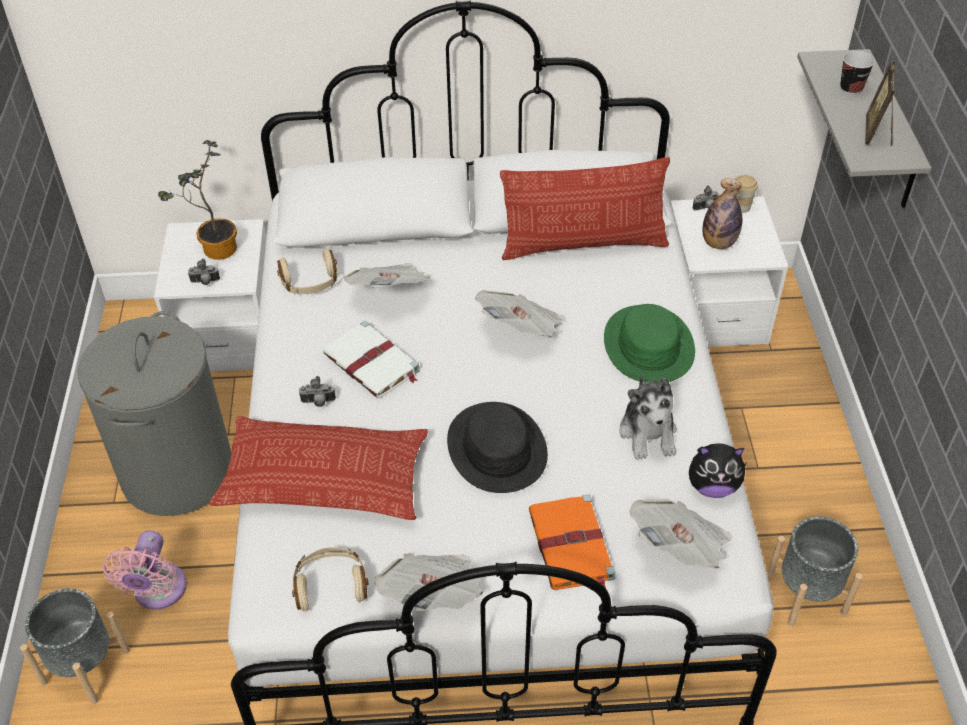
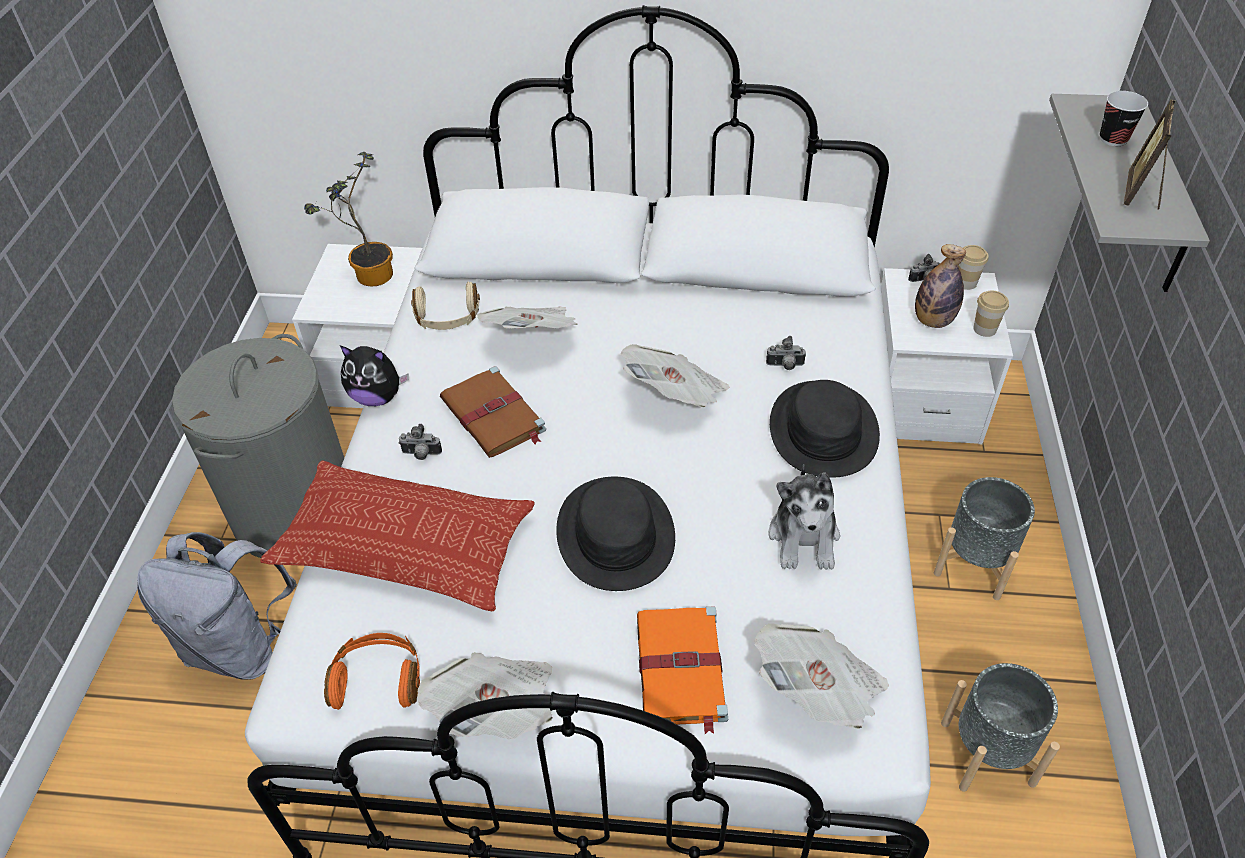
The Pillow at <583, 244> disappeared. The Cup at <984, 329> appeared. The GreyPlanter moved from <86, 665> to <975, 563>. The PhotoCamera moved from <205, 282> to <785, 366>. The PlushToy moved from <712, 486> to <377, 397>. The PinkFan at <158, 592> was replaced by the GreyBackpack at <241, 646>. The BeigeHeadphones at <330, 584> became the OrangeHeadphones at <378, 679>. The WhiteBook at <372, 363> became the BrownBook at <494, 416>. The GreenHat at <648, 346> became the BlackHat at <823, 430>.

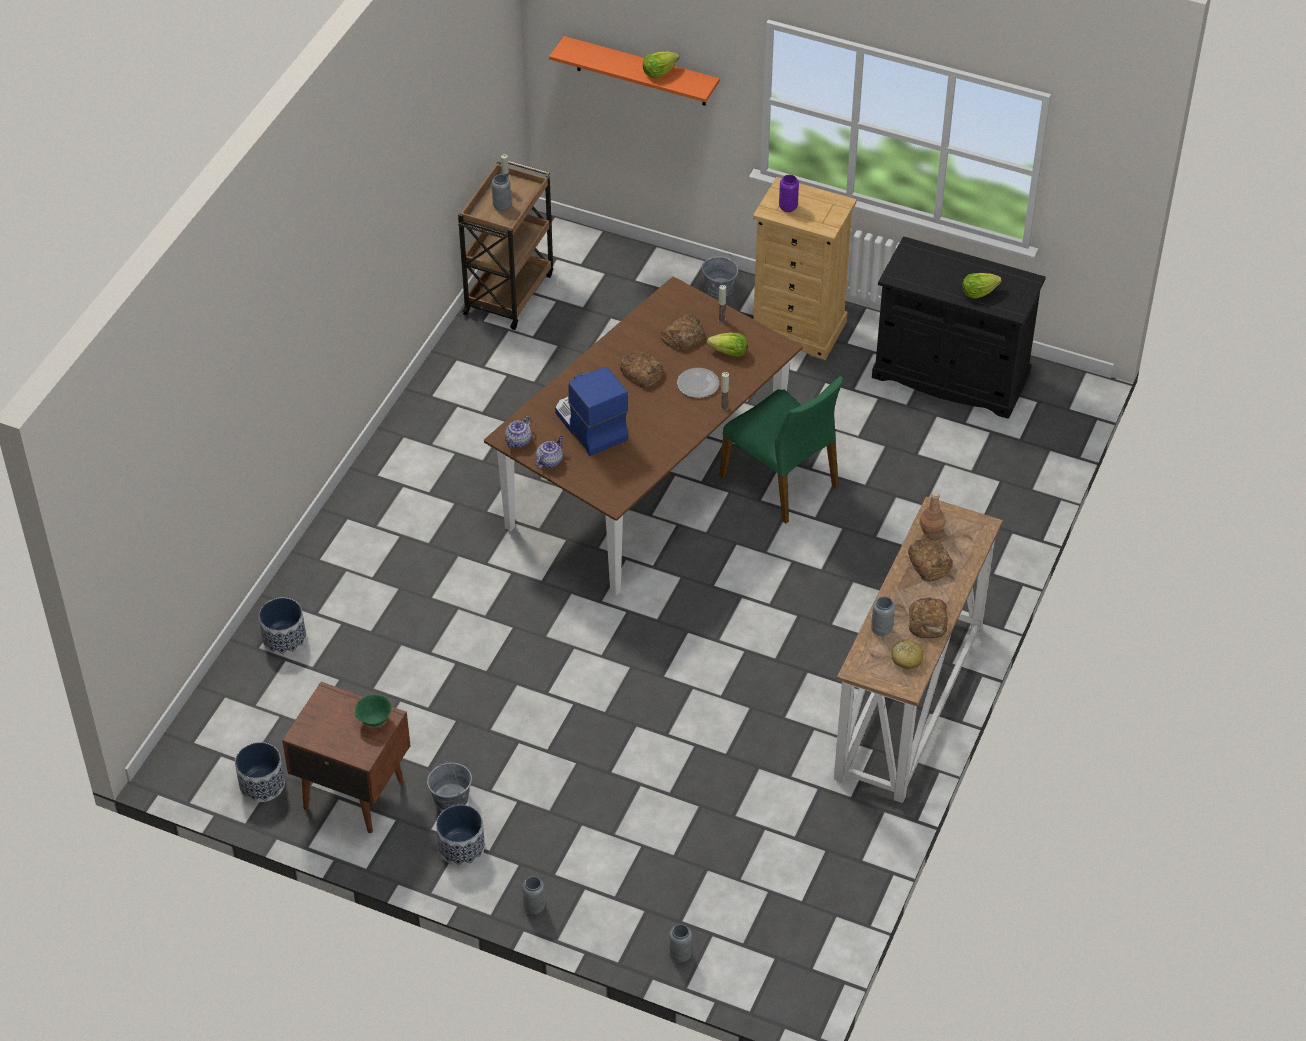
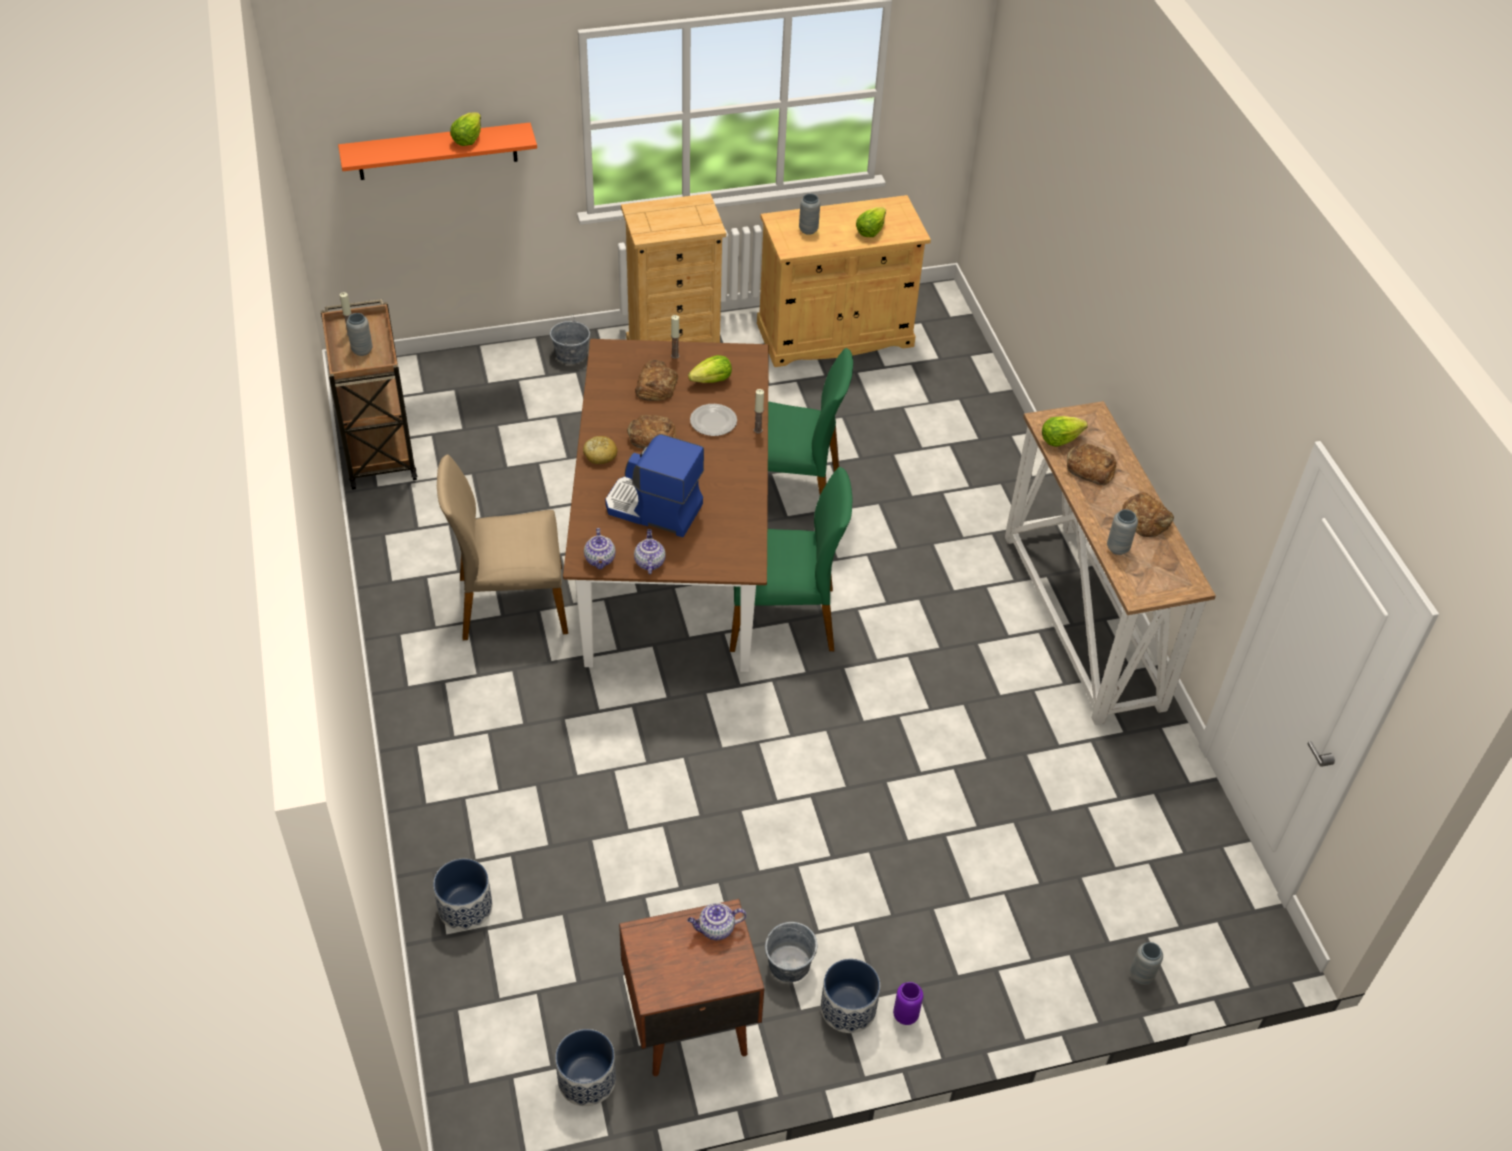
The BeigeChair at <511, 603> appeared. The GreenChair at <783, 617> appeared. The GreyVase moved from <534, 907> to <808, 230>. The PurpleVase moved from <788, 207> to <905, 1015>. The Bread moved from <906, 658> to <600, 455>. The GreenBowl at <374, 720> was replaced by the Teapot at <715, 929>. The BrownBottle at <931, 530> was replaced by the Lettuce at <1059, 439>. The BlackCabinet at <950, 376> became the BeigeCabinet at <835, 335>.

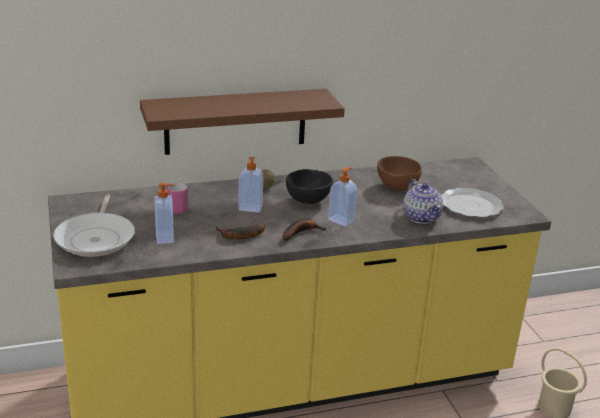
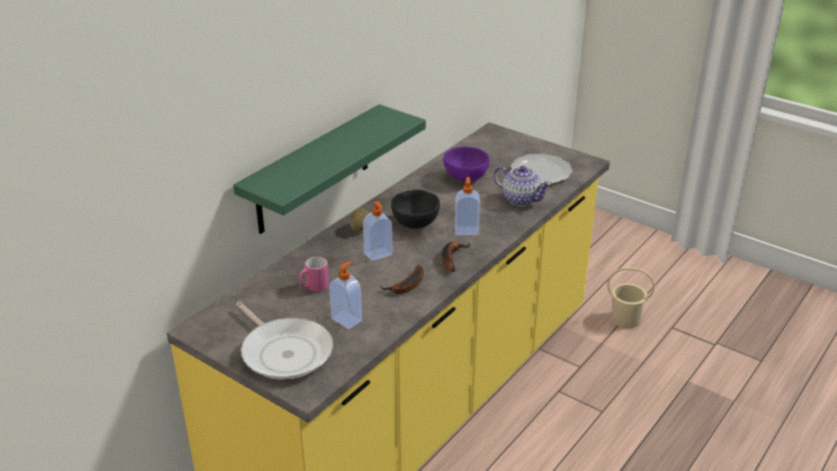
The BrownShelf at <235, 121> became the GreenShelf at <313, 170>. The BrownBowl at <396, 186> became the PurpleBowl at <465, 178>.

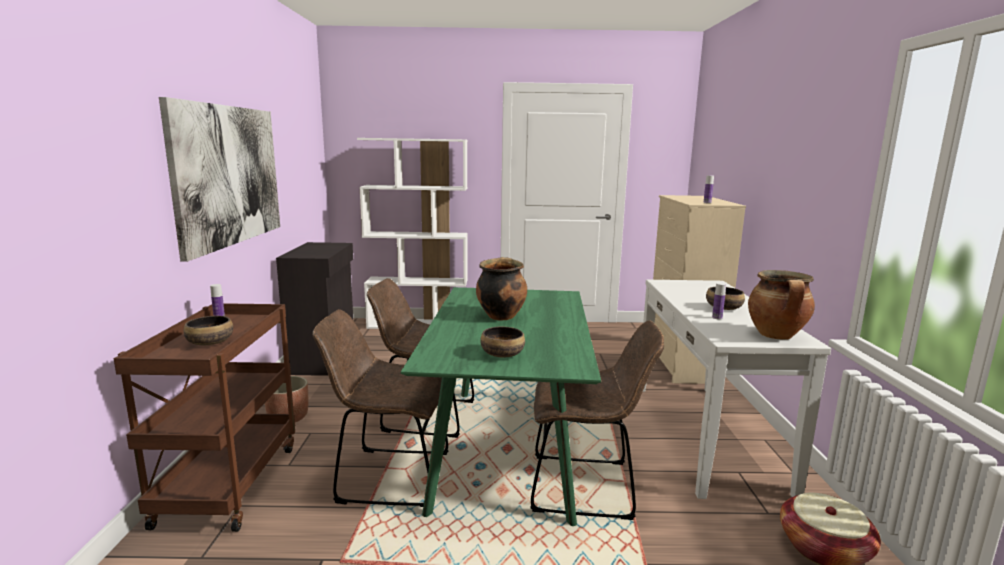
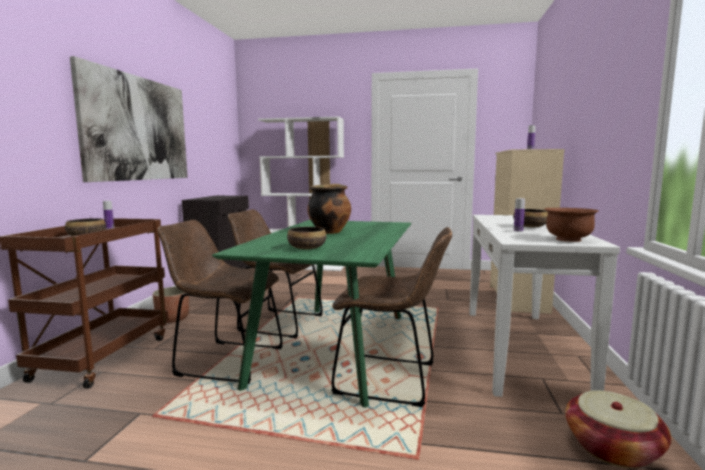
The CookingPot at <777, 336> was replaced by the BrownBowl at <568, 240>.

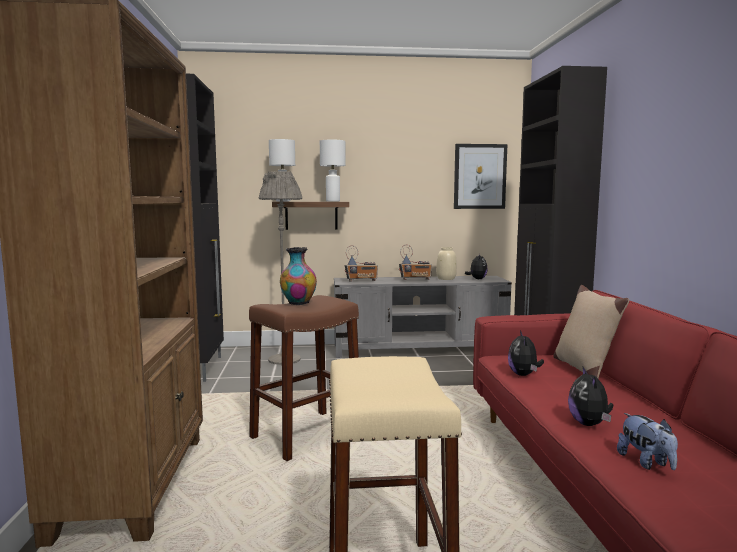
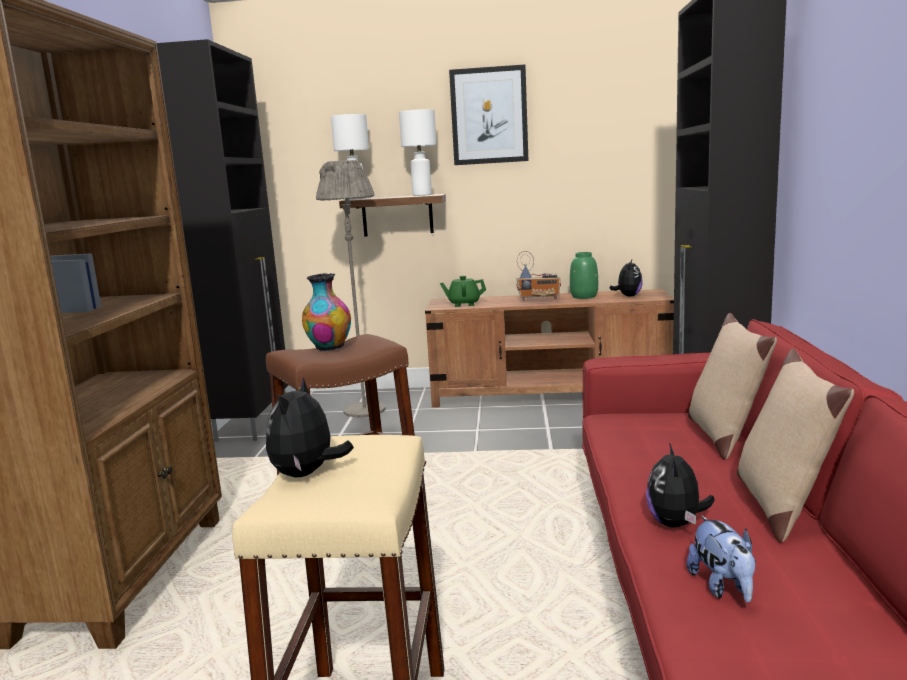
The BeigePillow at <781, 505> appeared. The Picture moved from <479, 176> to <489, 116>. The PlushToy moved from <524, 375> to <307, 474>. The Radio at <361, 281> was replaced by the GreenTeapot at <464, 304>. The GreyTvStand at <420, 349> became the BrownTvStand at <550, 394>. The BeigeVase at <446, 279> became the GreenVase at <584, 297>.

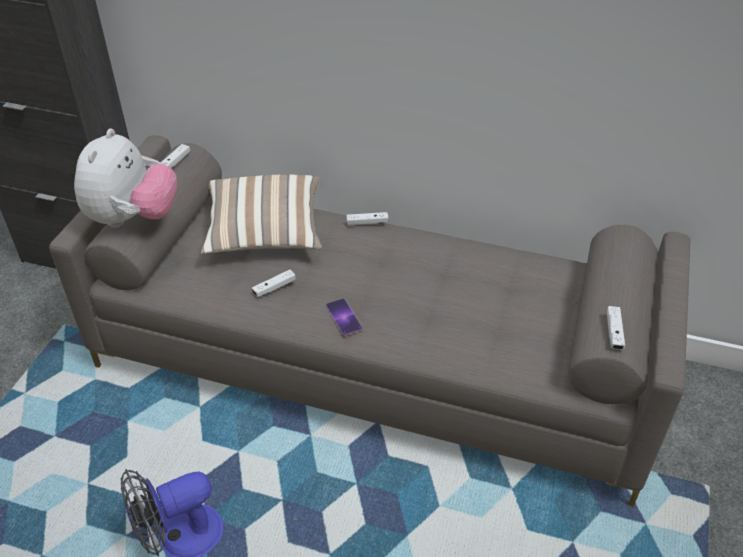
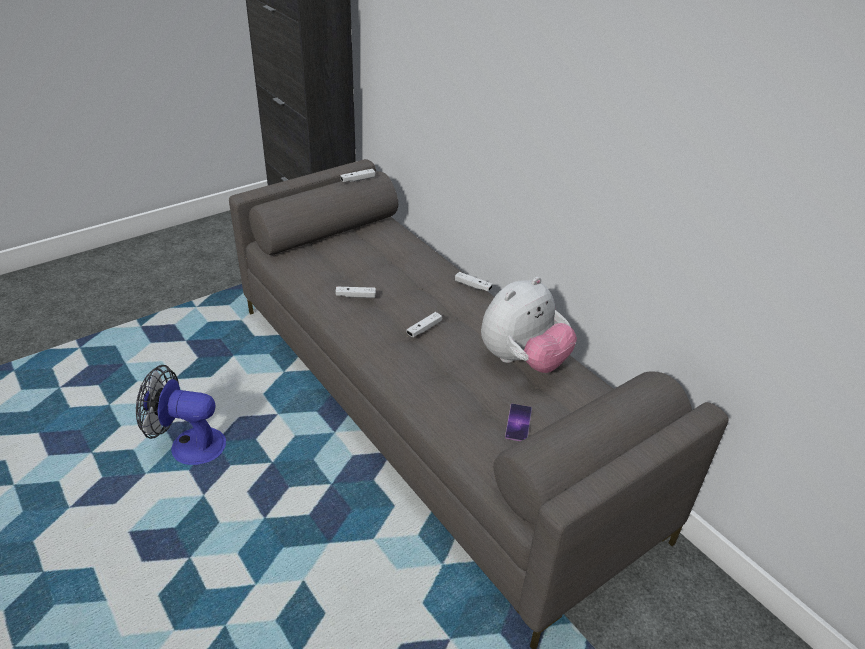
The Pillow at <265, 232> disappeared. The PlushToy moved from <133, 218> to <522, 360>. The Phone moved from <343, 317> to <518, 423>. The WhiteGameController moved from <614, 332> to <424, 329>.

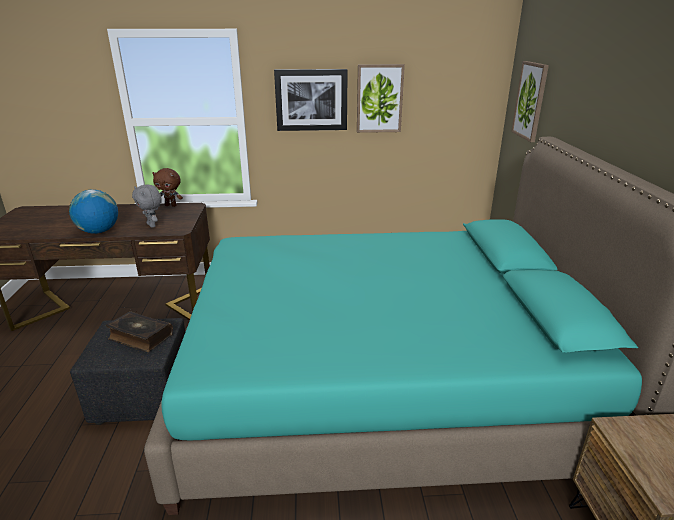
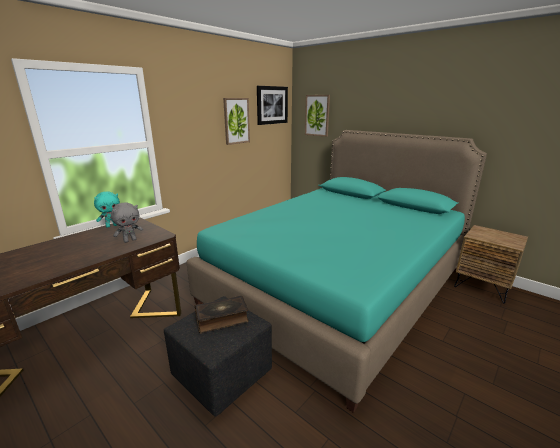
The Globe at <98, 231> disappeared. The Picture moved from <311, 100> to <272, 105>. The BrownPlushToy at <171, 205> became the TurquoisePlushToy at <112, 226>. The GreyPlushToy at <152, 225> turned 45 degrees counterclockwise.

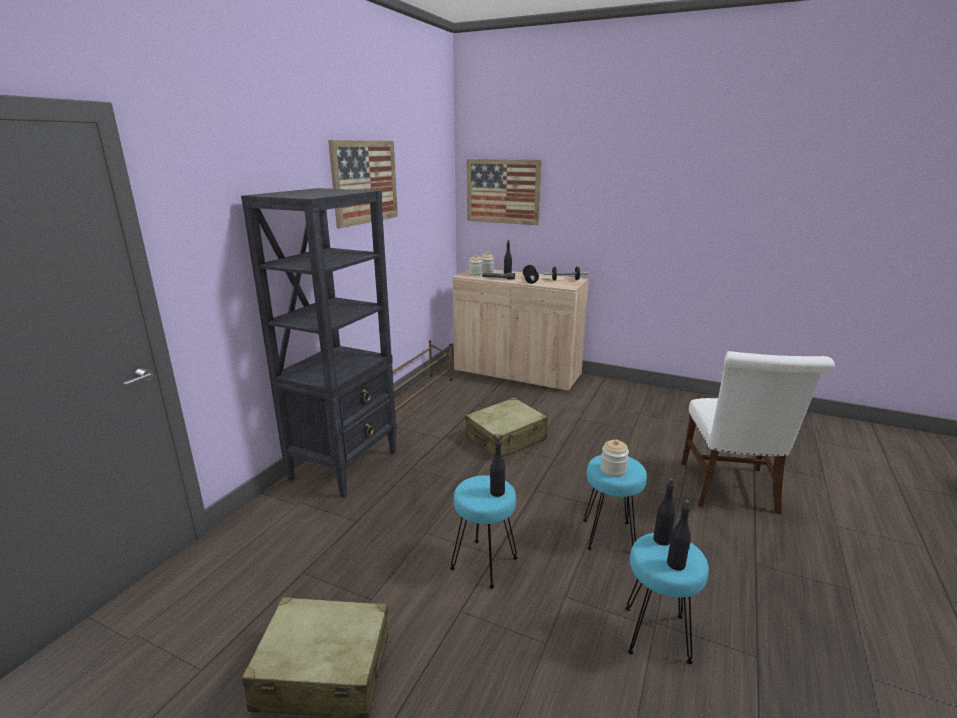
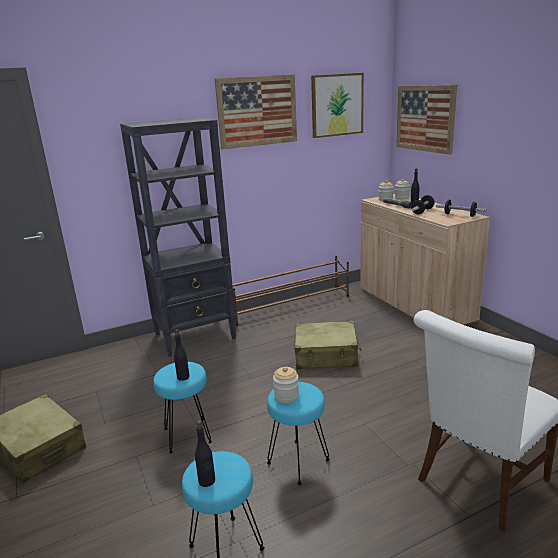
The BlackBottle at <662, 540> disappeared. The Picture at <337, 105> appeared.

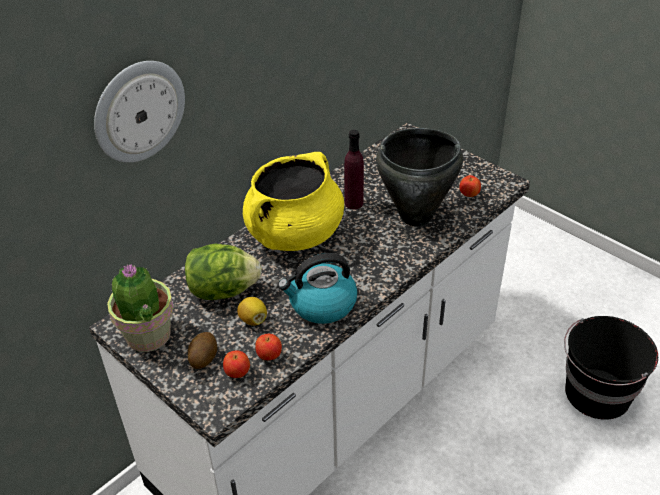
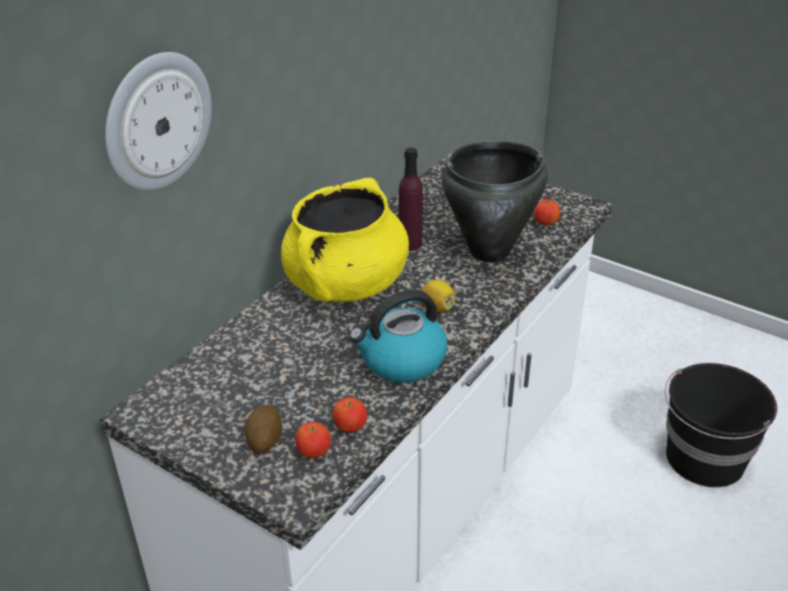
The PottedPlant at <148, 336> disappeared. The Lettuce at <223, 290> disappeared. The Lemon moved from <253, 319> to <437, 307>.

